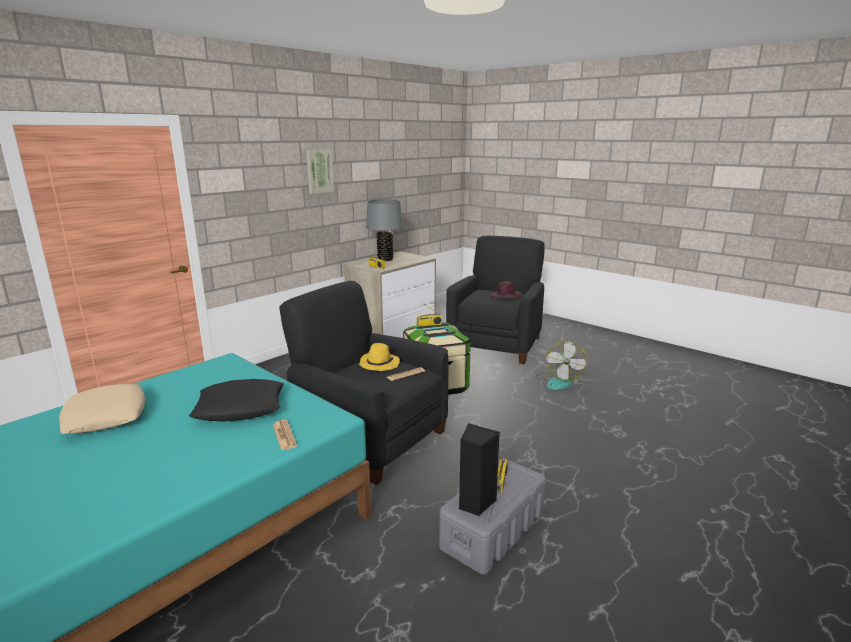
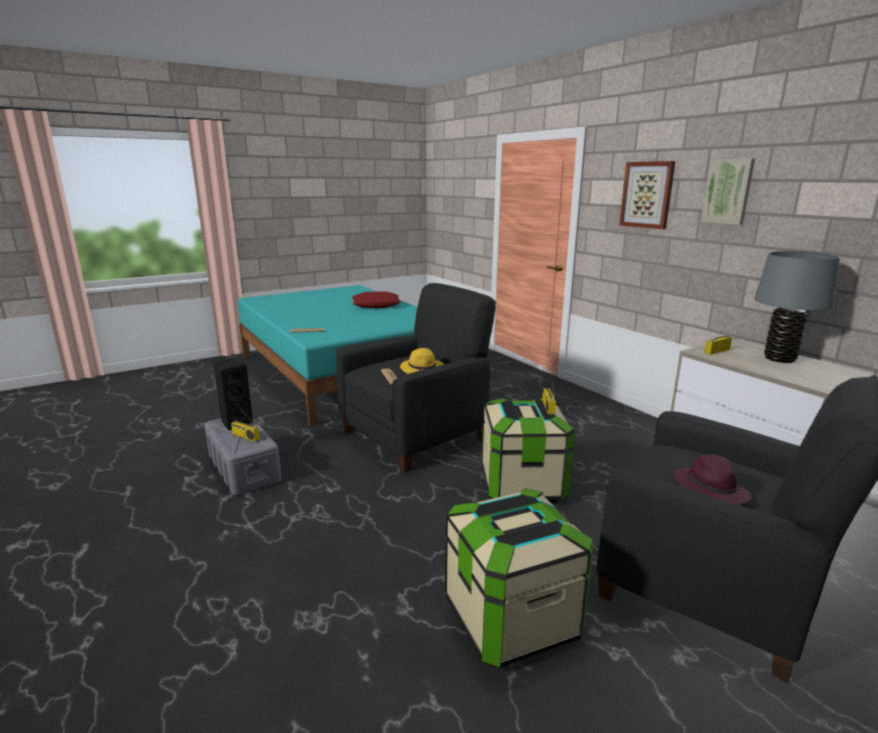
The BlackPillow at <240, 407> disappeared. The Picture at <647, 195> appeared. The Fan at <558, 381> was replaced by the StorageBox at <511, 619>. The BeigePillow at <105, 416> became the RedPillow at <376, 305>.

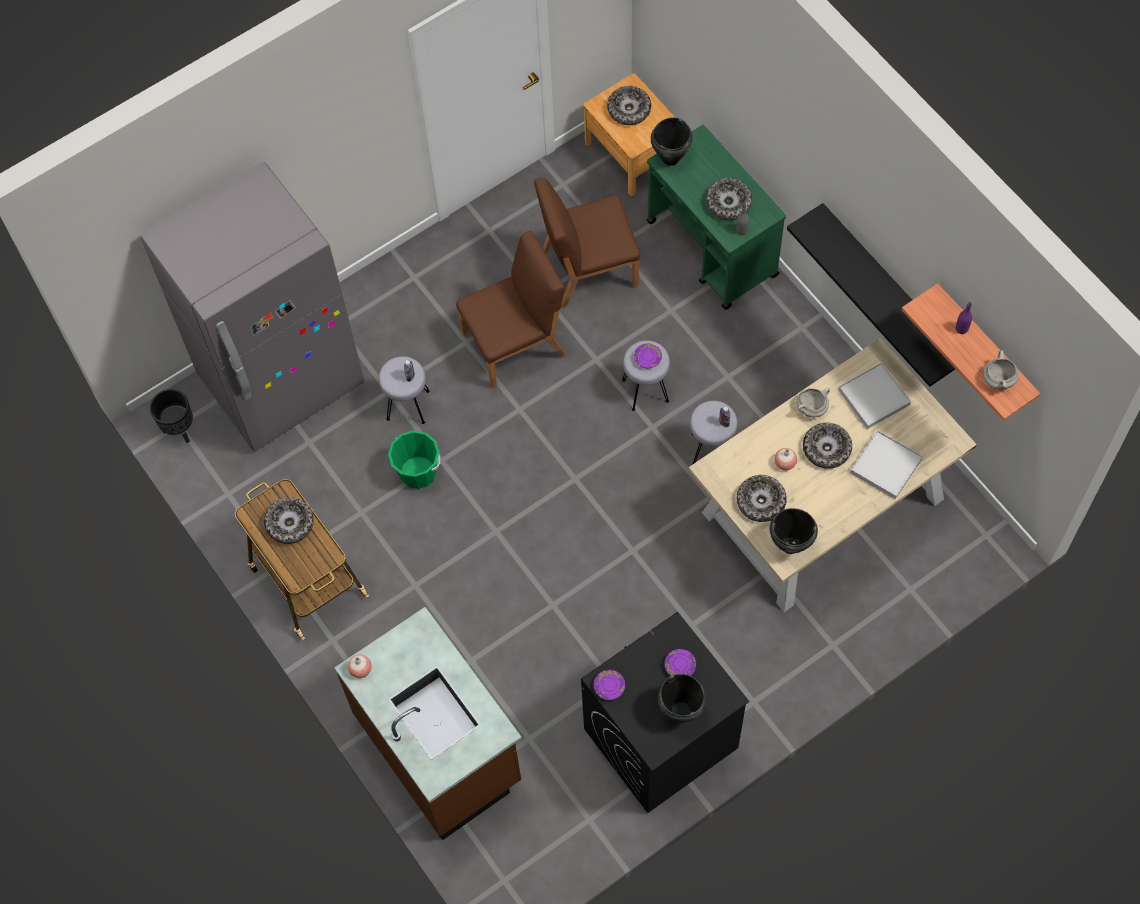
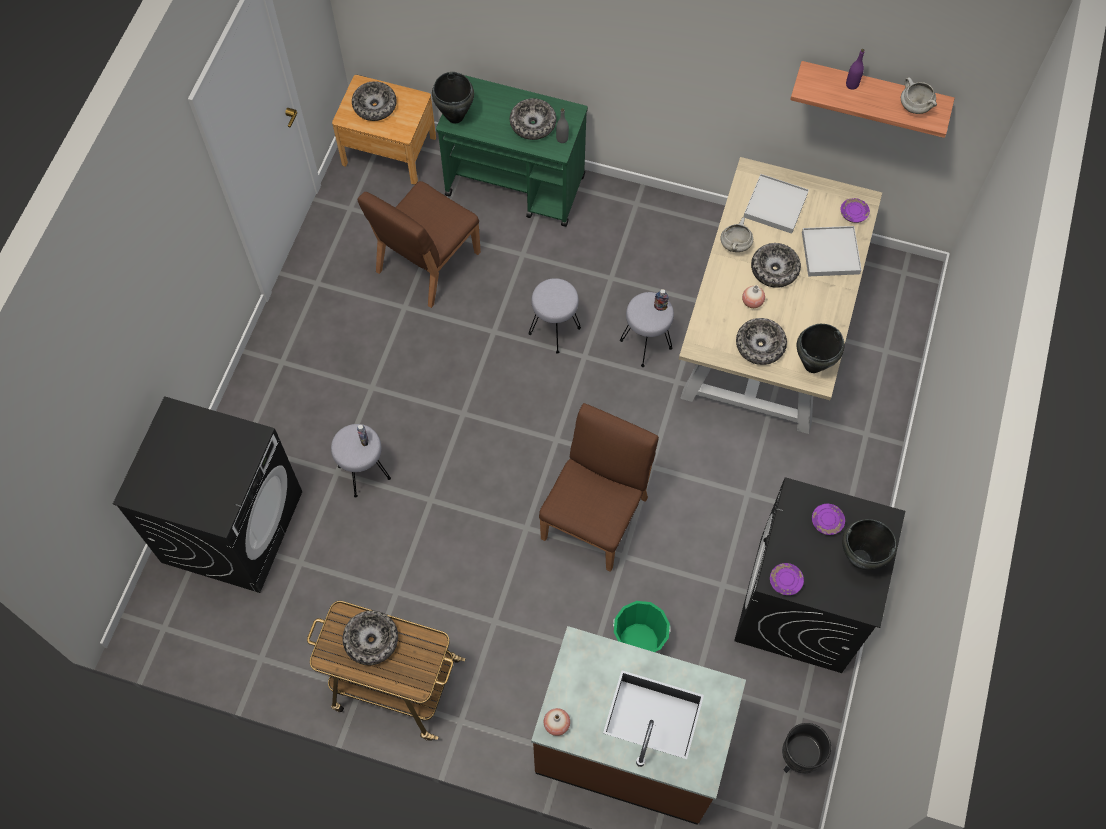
The BlackShelf at <891, 289> disappeared. The BlackPlanter moved from <180, 430> to <798, 758>. The GreenBucket moved from <418, 472> to <638, 642>. The BrownChair moved from <515, 344> to <596, 517>. The PurplePlate moved from <647, 358> to <853, 213>. The GreyFridge at <282, 381> was replaced by the BlackWashingMachine at <232, 526>.

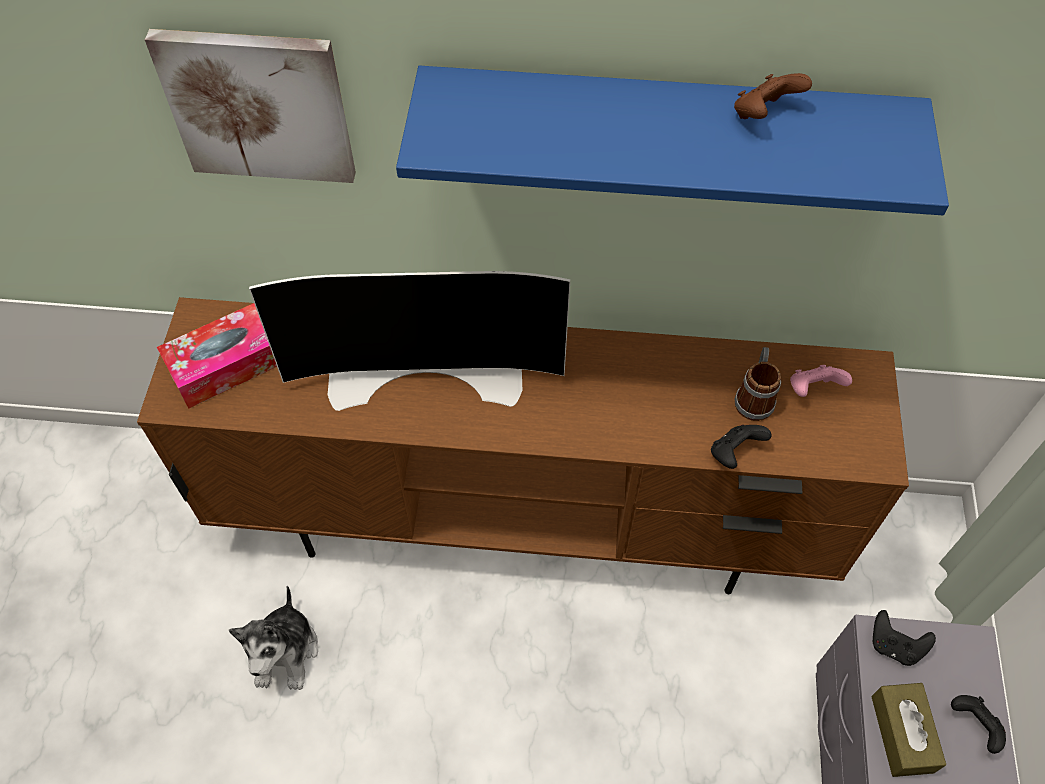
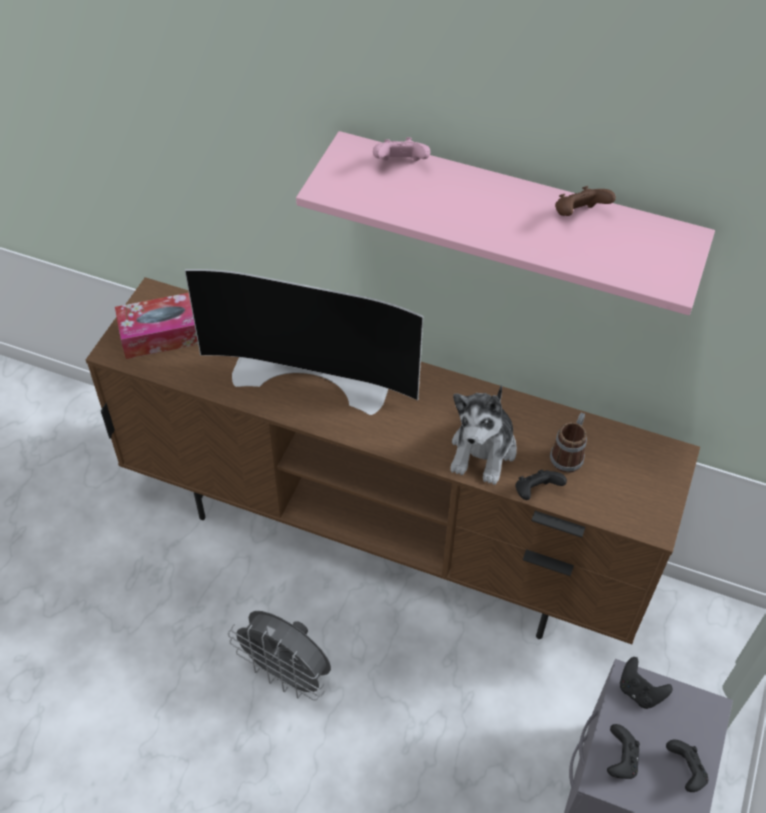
The Picture at <259, 105> disappeared. The GreyFan at <287, 674> appeared. The PlushToy moved from <286, 652> to <483, 450>. The PinkGameController moved from <813, 389> to <400, 165>. The BrownTissueBox at <902, 734> was replaced by the BlackGameController at <620, 760>. The BlueShelf at <664, 128> became the PinkShelf at <514, 214>.

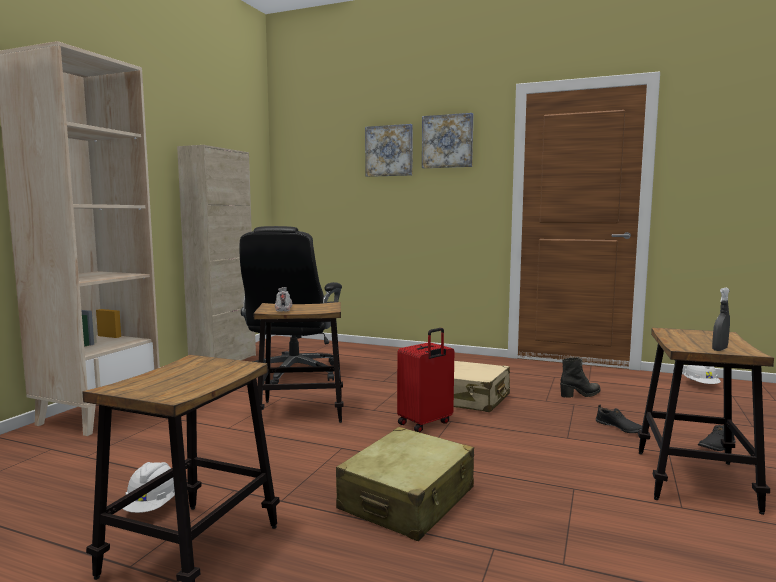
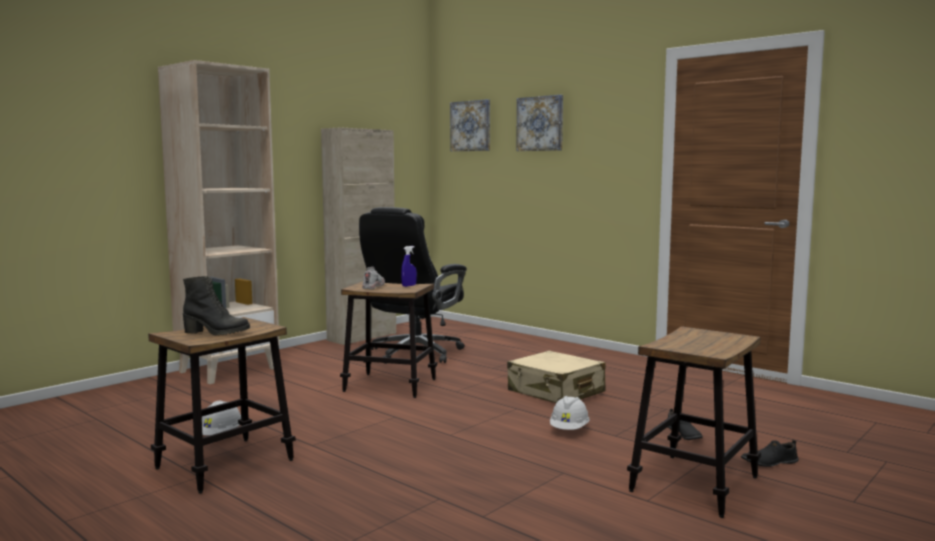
The BeigeSuitcase at <407, 499> disappeared. The RedSuitcase at <425, 423> disappeared. The GreySprayBottle at <719, 349> disappeared. The BlueSprayBottle at <409, 286> appeared. The Picture moved from <447, 141> to <471, 126>. The BlackBoot moved from <580, 395> to <216, 333>. The WhiteHardHat moved from <701, 385> to <569, 430>.

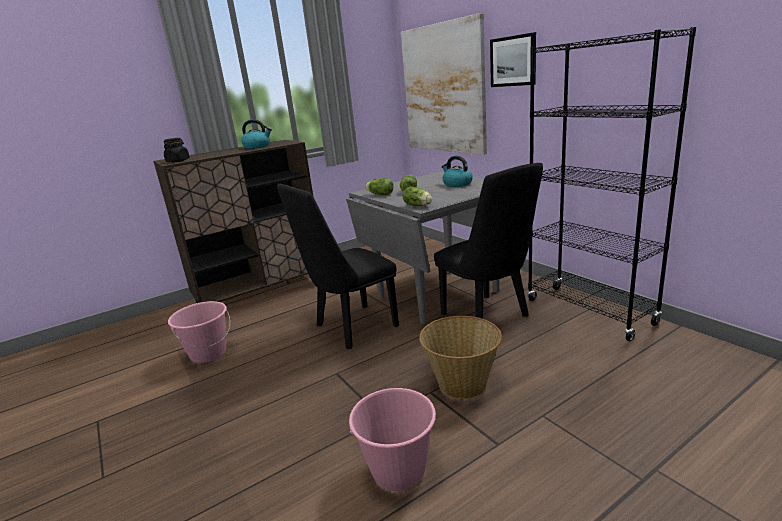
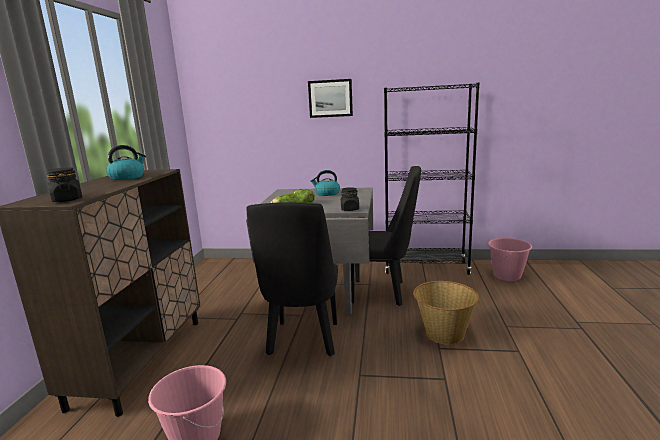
The Picture at <443, 89> disappeared. The PinkBucket moved from <398, 471> to <507, 276>. The Lettuce at <418, 206> was replaced by the BlackJar at <350, 209>.

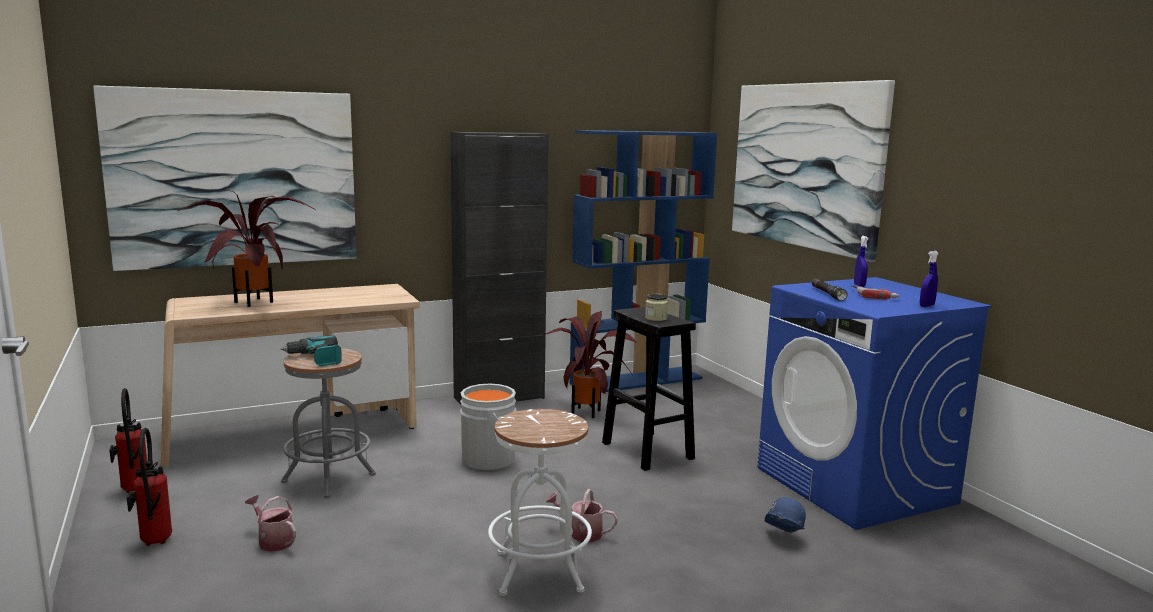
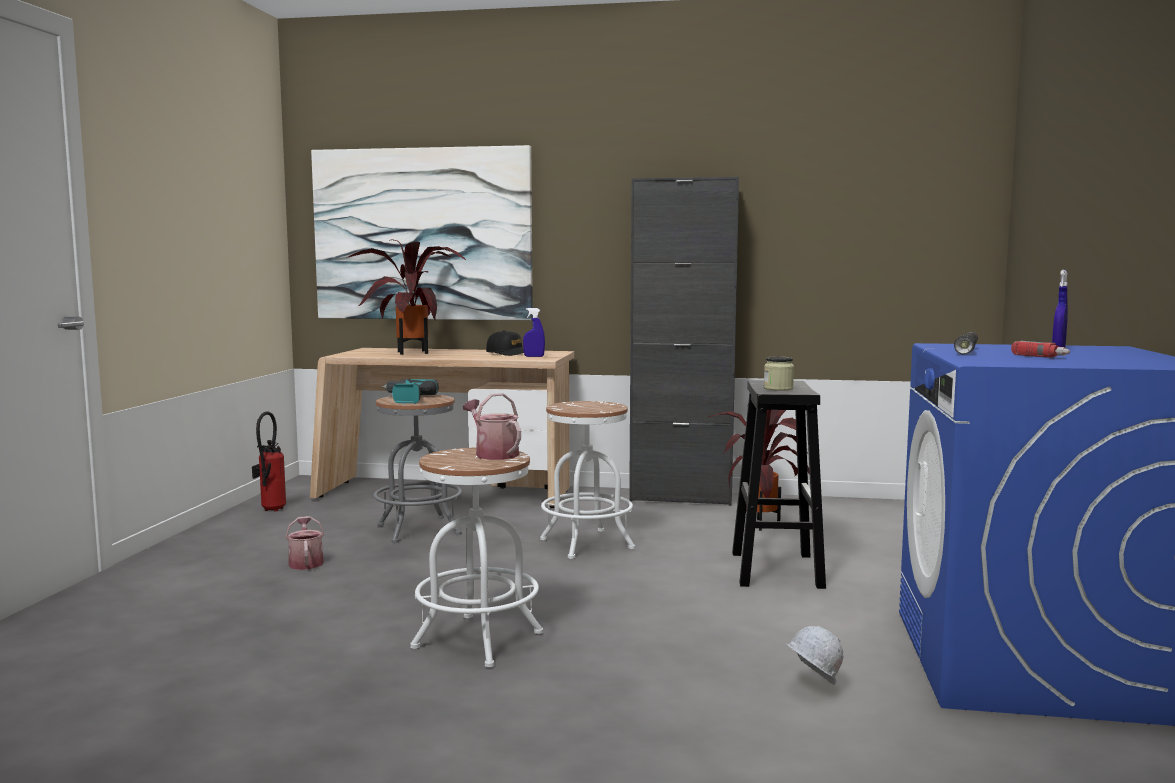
The FireExtinguisher at <153, 543> disappeared. The BlueBookcase at <637, 380> disappeared. The Picture at <805, 165> disappeared. The BlackCap at <509, 353> appeared. The WateringCan moved from <581, 533> to <493, 454>. The BlueSprayBottle moved from <926, 306> to <534, 356>. The GreyBucket at <491, 459> was replaced by the WhiteStool at <586, 544>. The BlueHardHat at <782, 538> became the WhiteHardHat at <811, 687>.

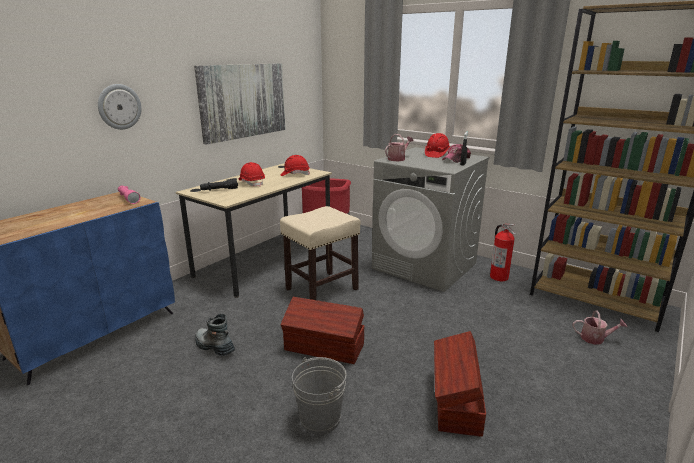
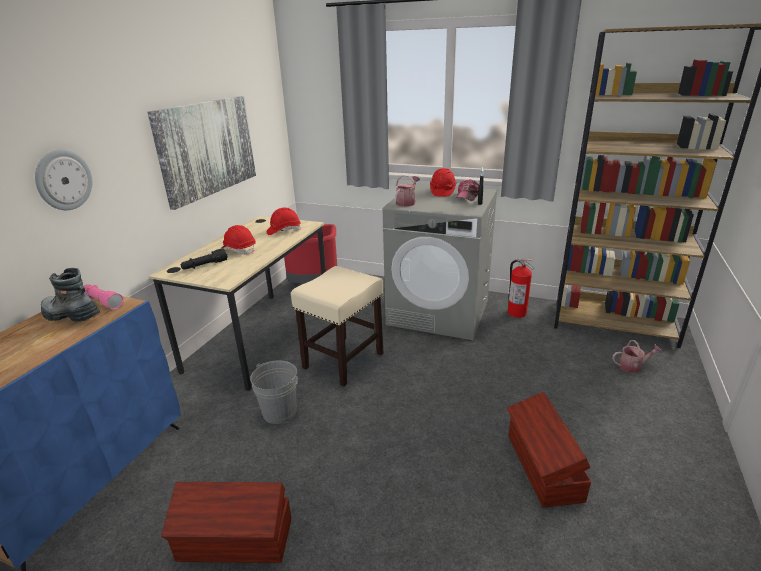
The Boot moved from <214, 347> to <71, 316>. The BrownStorageBox moved from <324, 348> to <236, 541>. The GreyBucket moved from <320, 419> to <279, 412>.

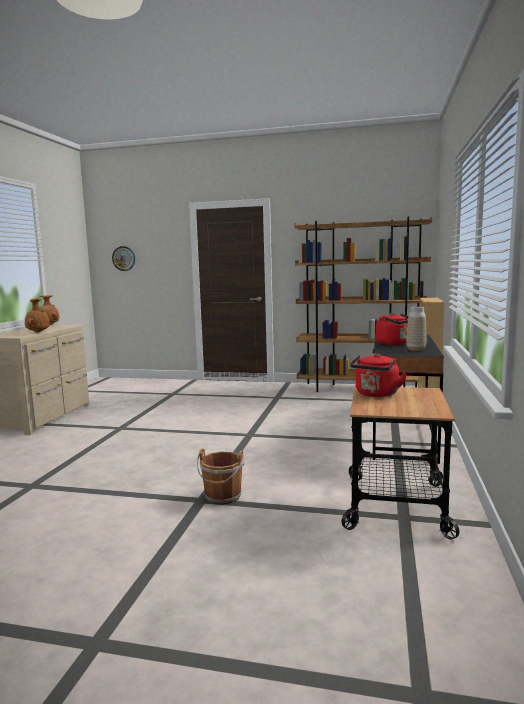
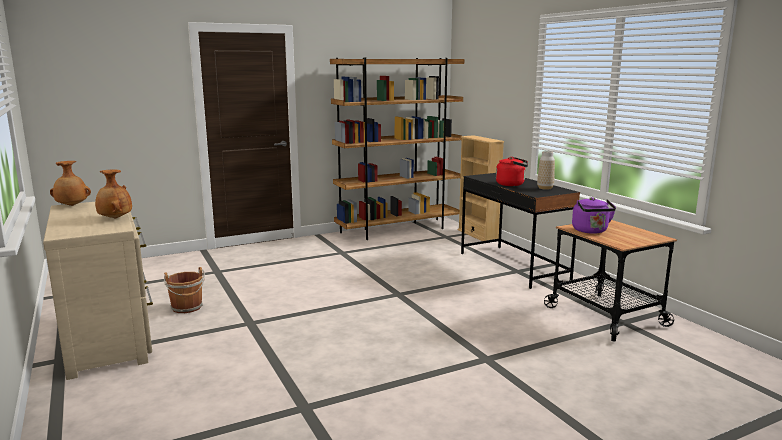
The WallClock at <124, 258> disappeared. The BrownBucket moved from <223, 497> to <187, 308>. The RedKettle at <376, 394> became the PurpleKettle at <591, 231>.

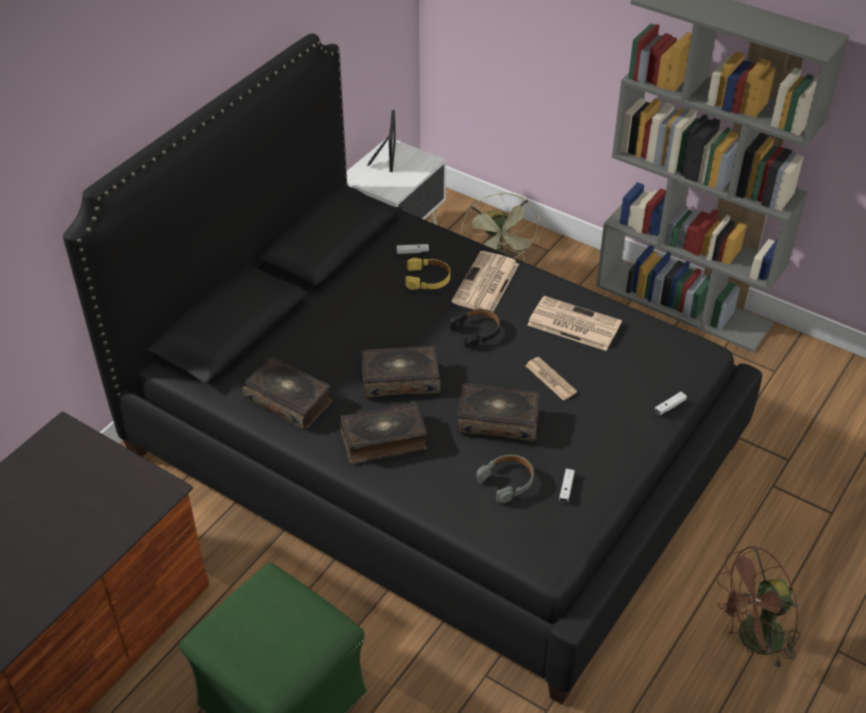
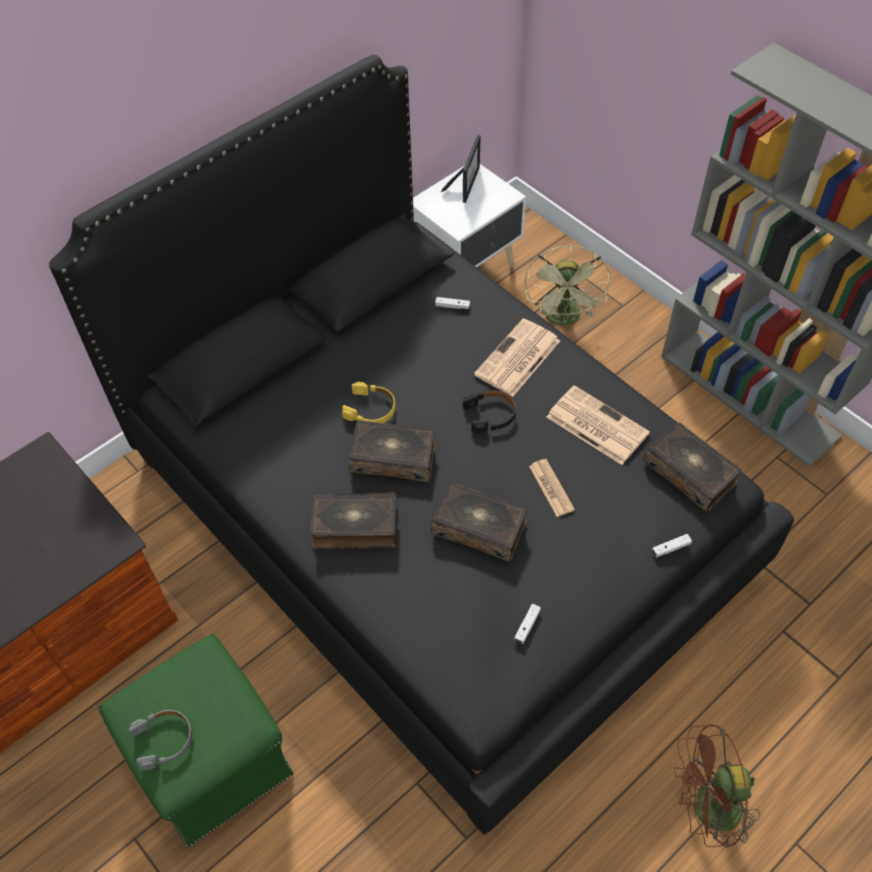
The Book moved from <289, 400> to <690, 473>. The YellowHeadphones moved from <428, 279> to <371, 409>. The GreyHeadphones moved from <507, 481> to <164, 740>.

